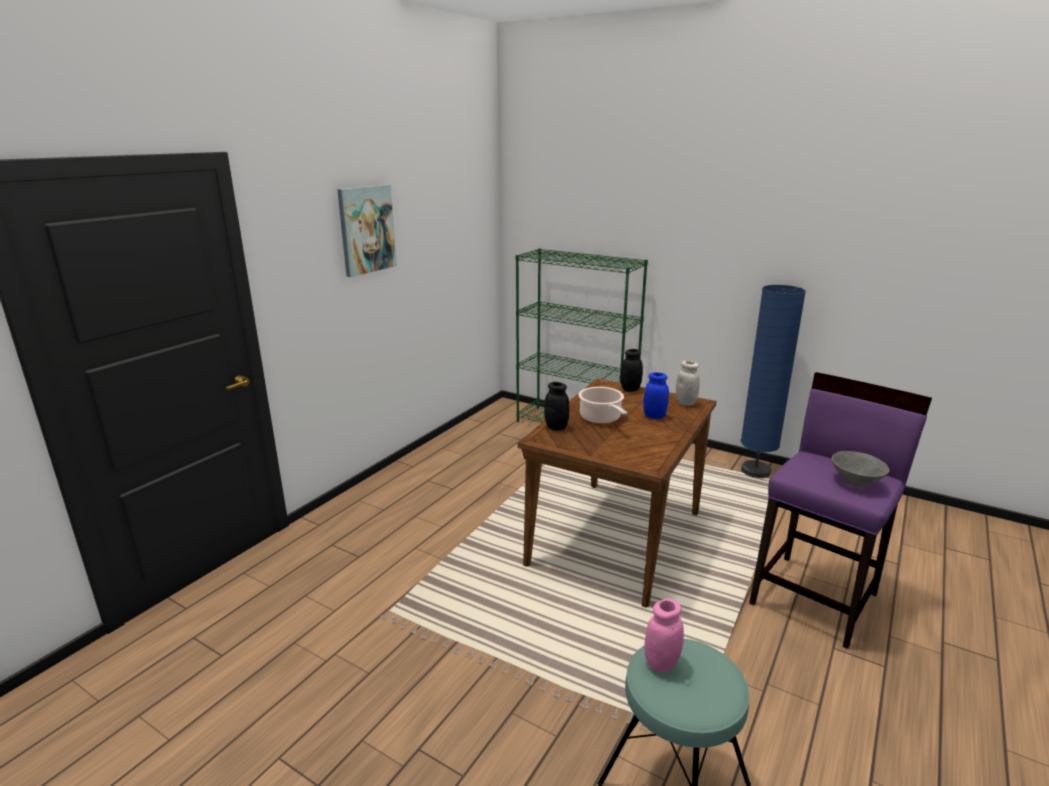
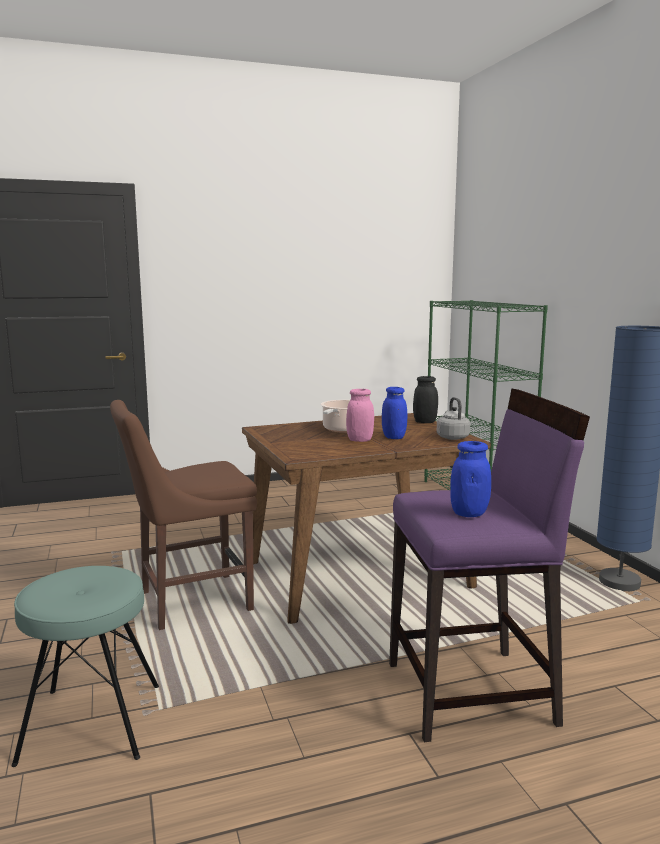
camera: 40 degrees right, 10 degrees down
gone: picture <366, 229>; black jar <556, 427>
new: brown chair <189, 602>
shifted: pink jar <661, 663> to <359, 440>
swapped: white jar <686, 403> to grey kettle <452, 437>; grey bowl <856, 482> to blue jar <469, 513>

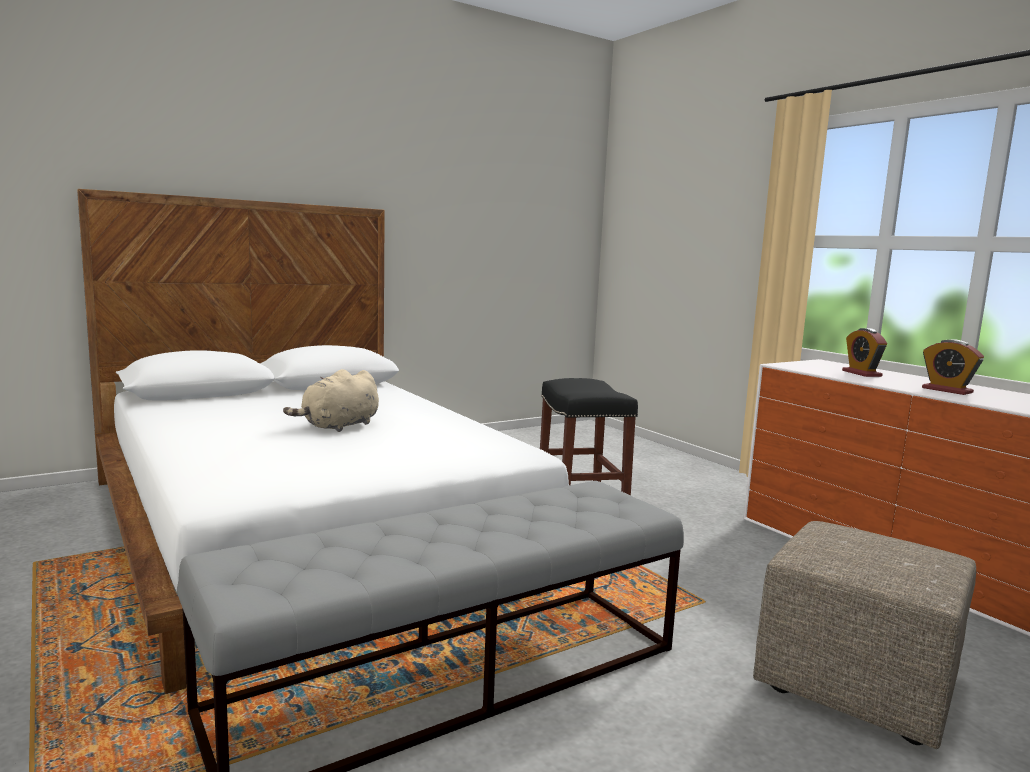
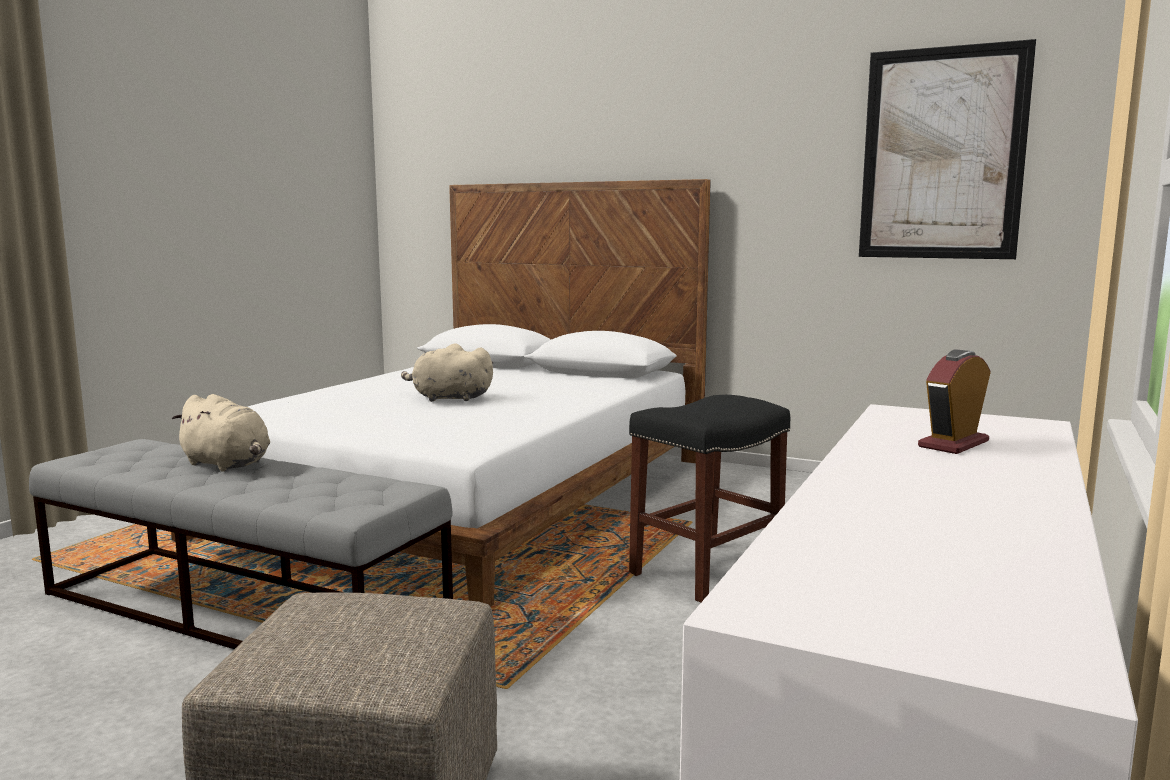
camera: 60 degrees right, 0 degrees up
gone: alarm clock <947, 390>
new: beige plush toy <228, 465>; picture <942, 154>

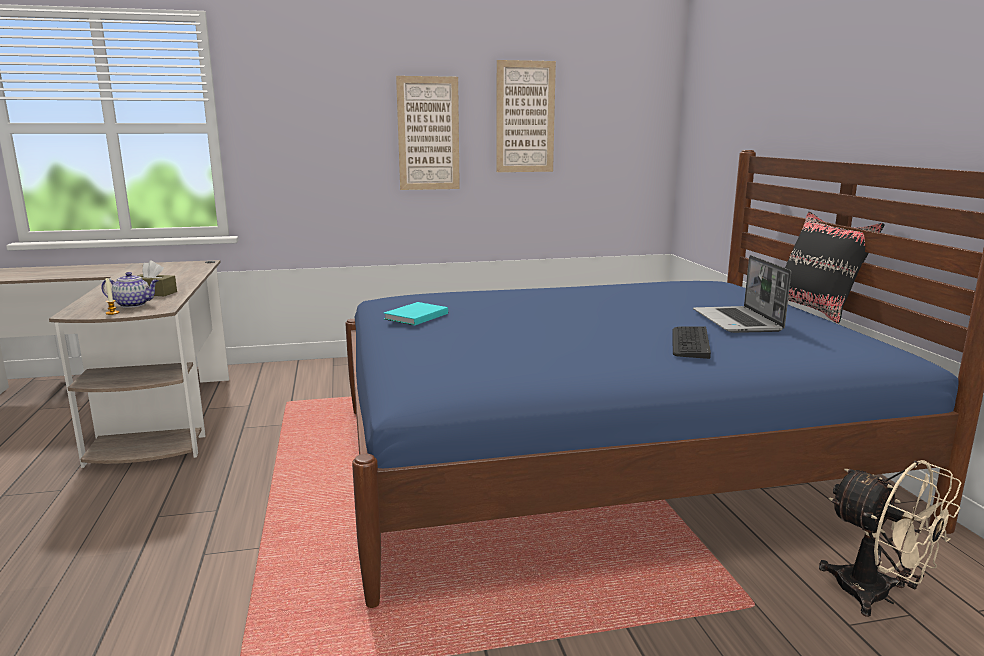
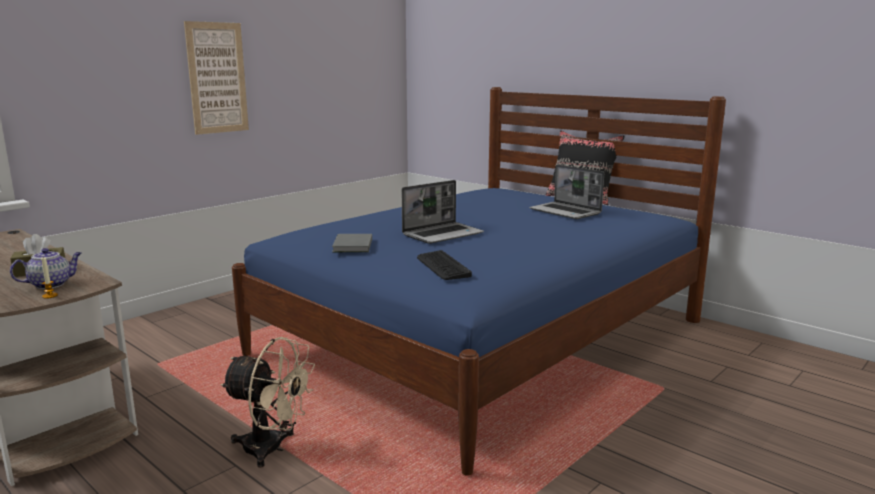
camera: 35 degrees left, 0 degrees up
gone: picture <525, 117>
new: laptop <443, 234>
shifted: keyboard <690, 343> to <442, 266>; beige fan <877, 596> to <272, 449>
repainted: turquoise book <414, 316> to grey book <351, 246>

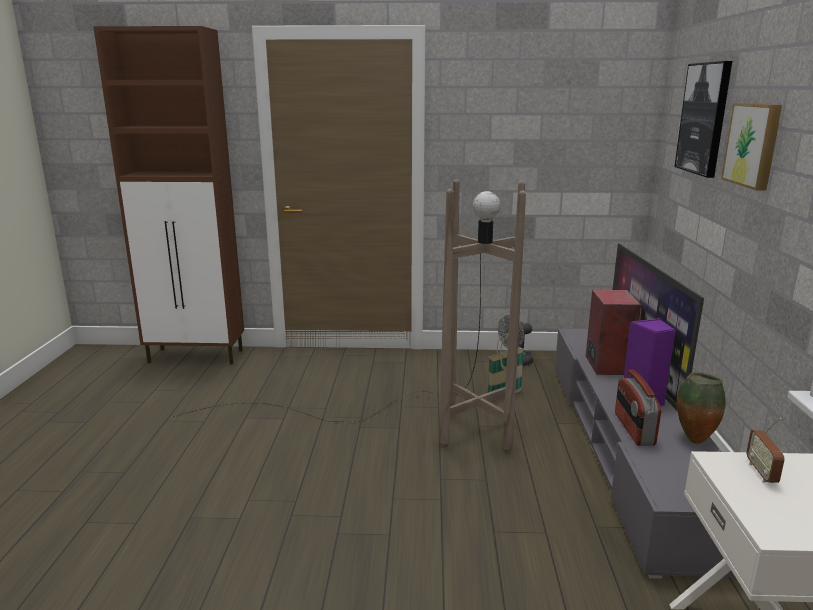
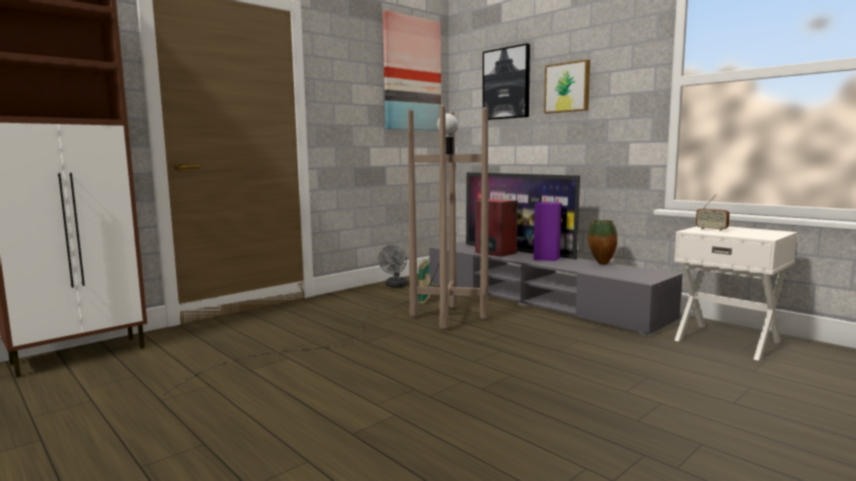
camera: 45 degrees left, 10 degrees down
gone: radio <633, 429>
new: picture <412, 74>

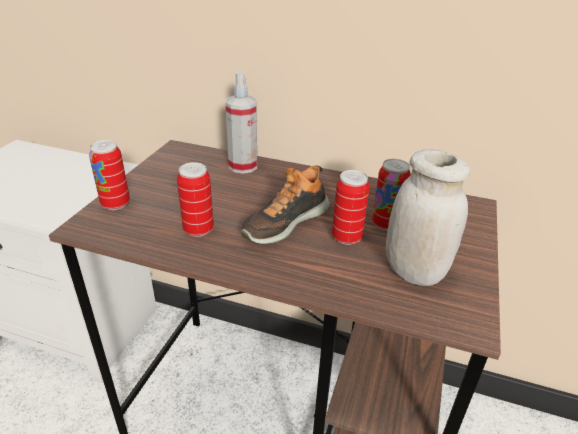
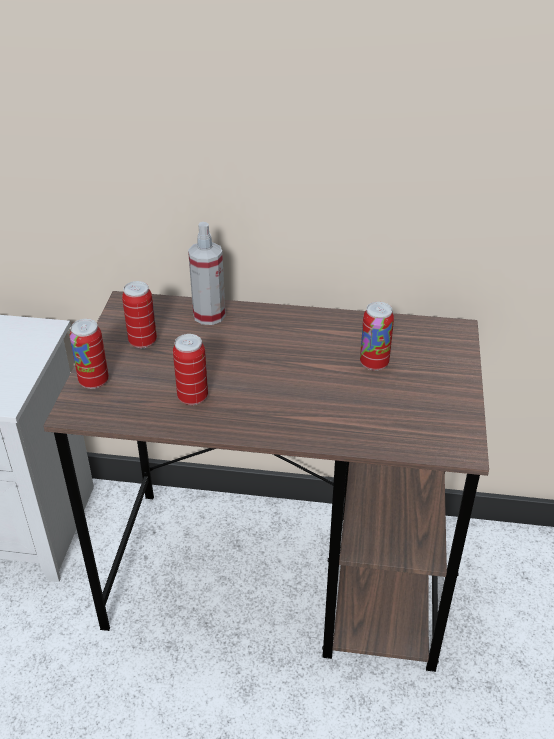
camera: 10 degrees left, 5 degrees up
gone: shoe <285, 222>; white jar <414, 271>
shifted: can <346, 237> to <143, 341>

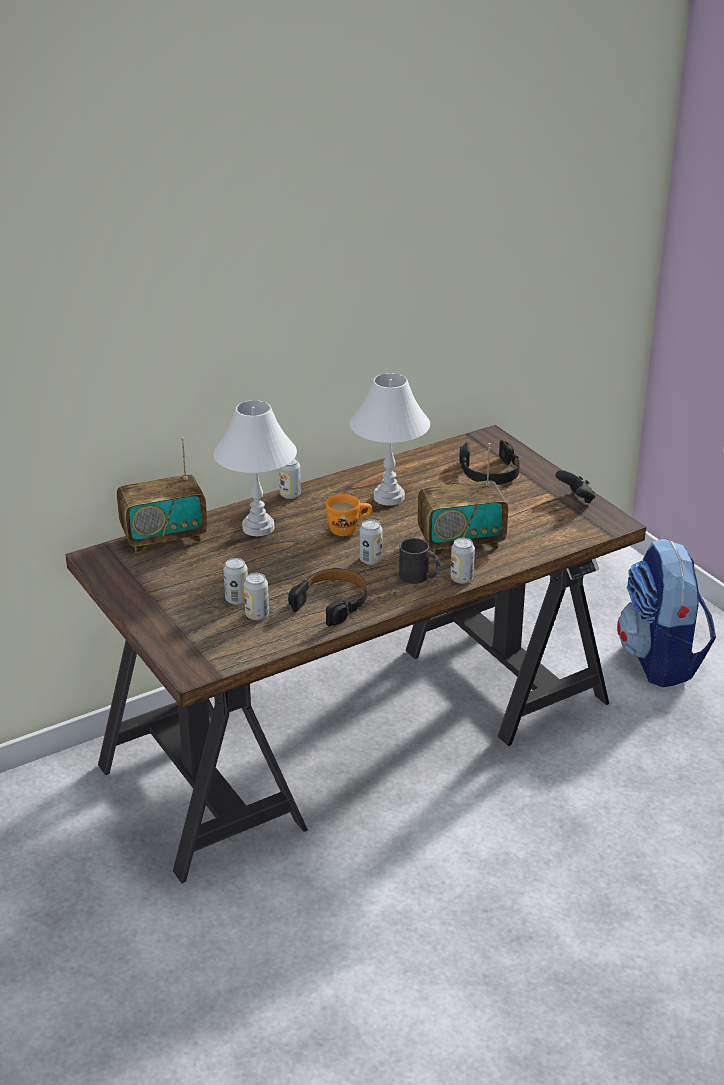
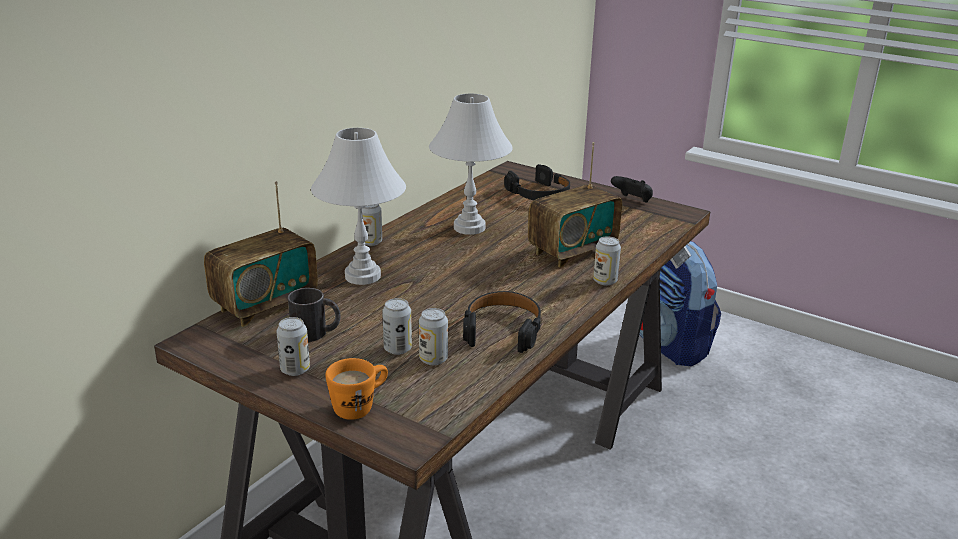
camera: 25 degrees left, 5 degrees down
shifted: orange mug <349, 529> to <360, 407>; can <370, 560> to <295, 369>; black mug <419, 577> to <316, 332>

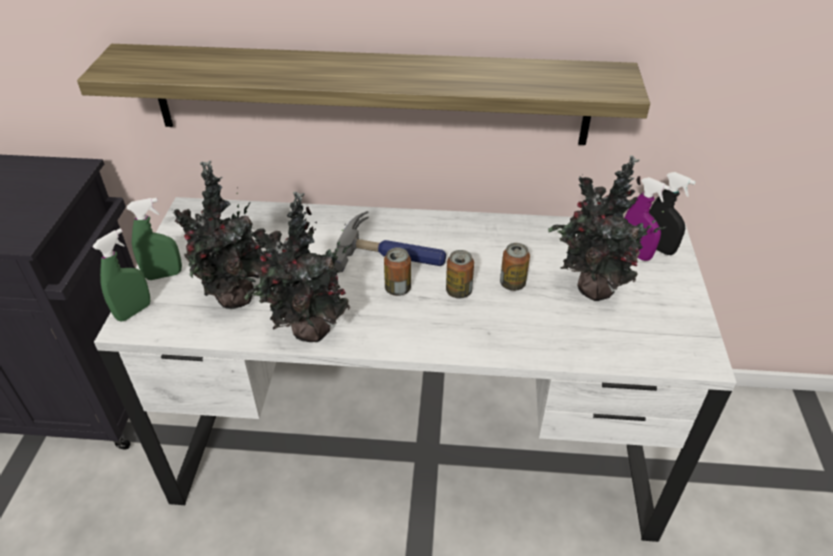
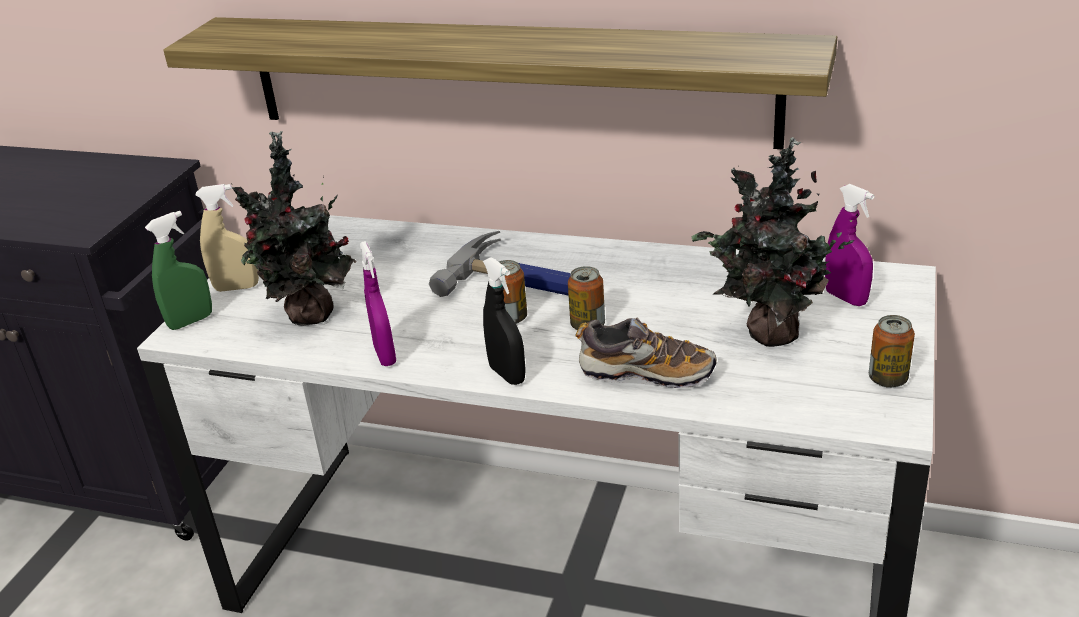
camera: 15 degrees right, 10 degrees down
new: shoe <646, 373>
shifted: can <512, 284> to <888, 379>; black spray bottle <658, 248> to <507, 374>
swapped: potted plant <309, 332> to purple spray bottle <385, 355>
repainted: green spray bottle <164, 275> to beige spray bottle <237, 287>

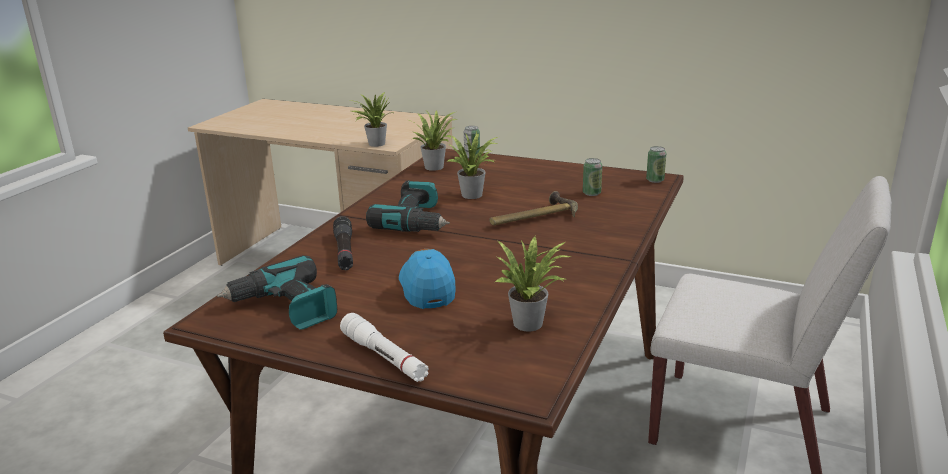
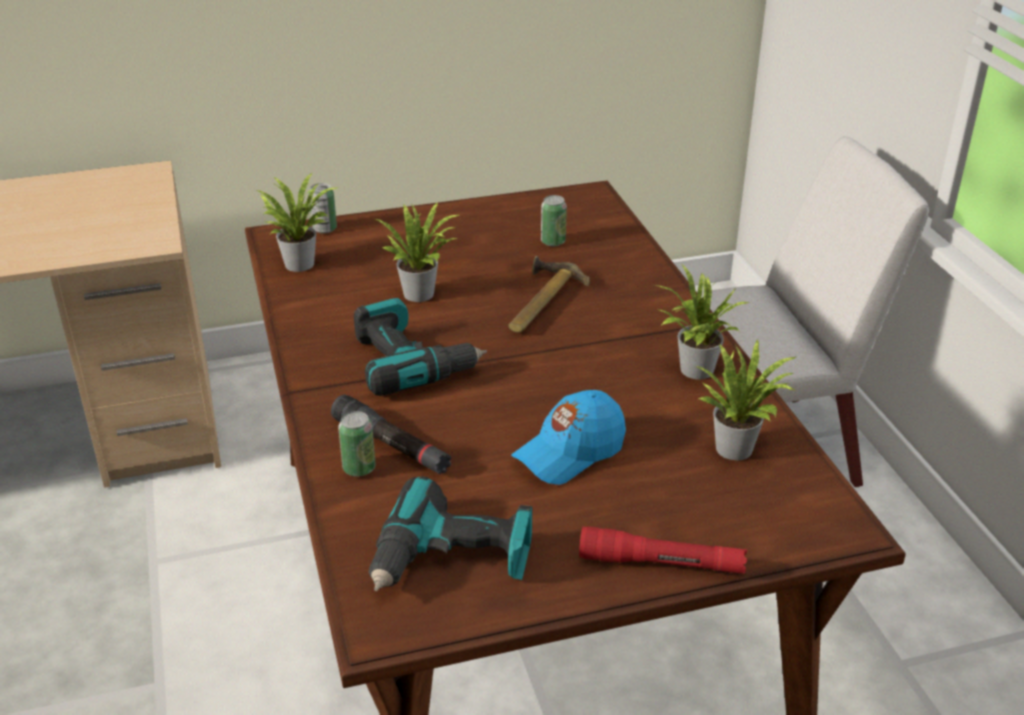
camera: 40 degrees left, 10 degrees up
shifted: potted plant <374, 144> to <693, 371>; can <655, 180> to <359, 468>
repainted: white flashlight <384, 357> to red flashlight <661, 563>
rotated: blue cap <427, 288> = <569, 452> 75 degrees counterclockwise

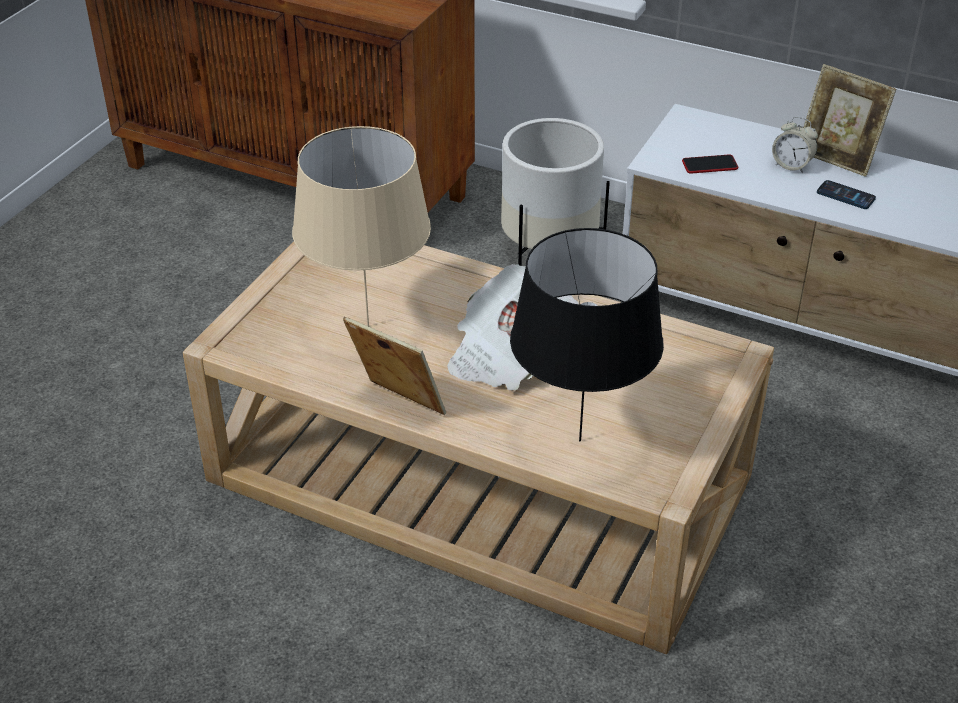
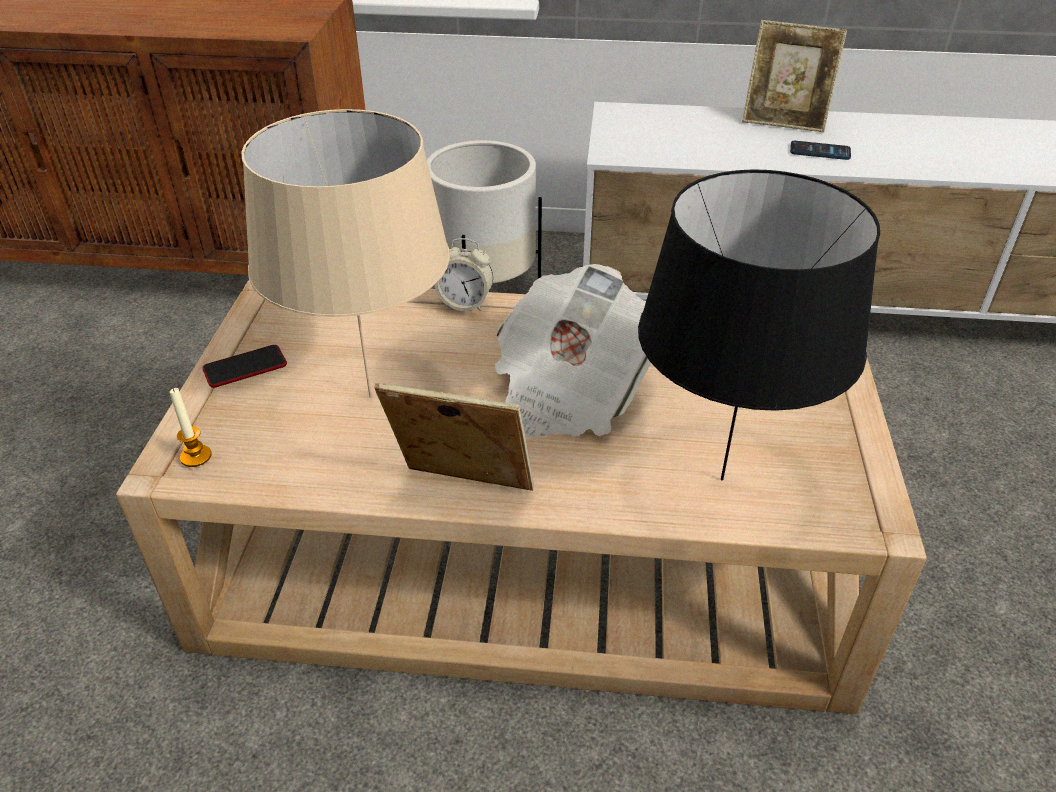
camera: 20 degrees left, 0 degrees up
new: candle <196, 456>
shifted: phone <709, 165> to <245, 367>; alarm clock <791, 166> to <465, 304>

